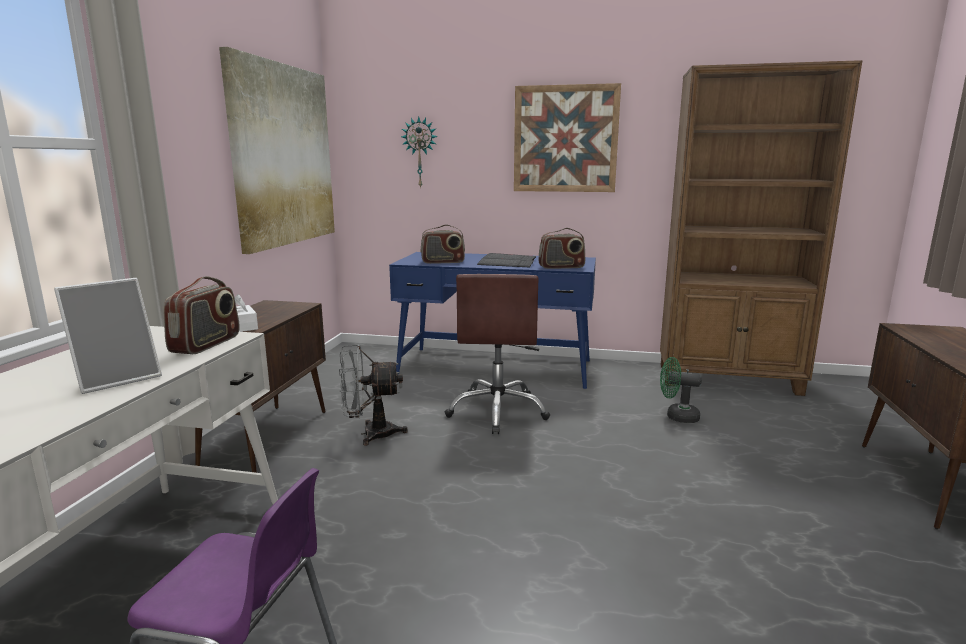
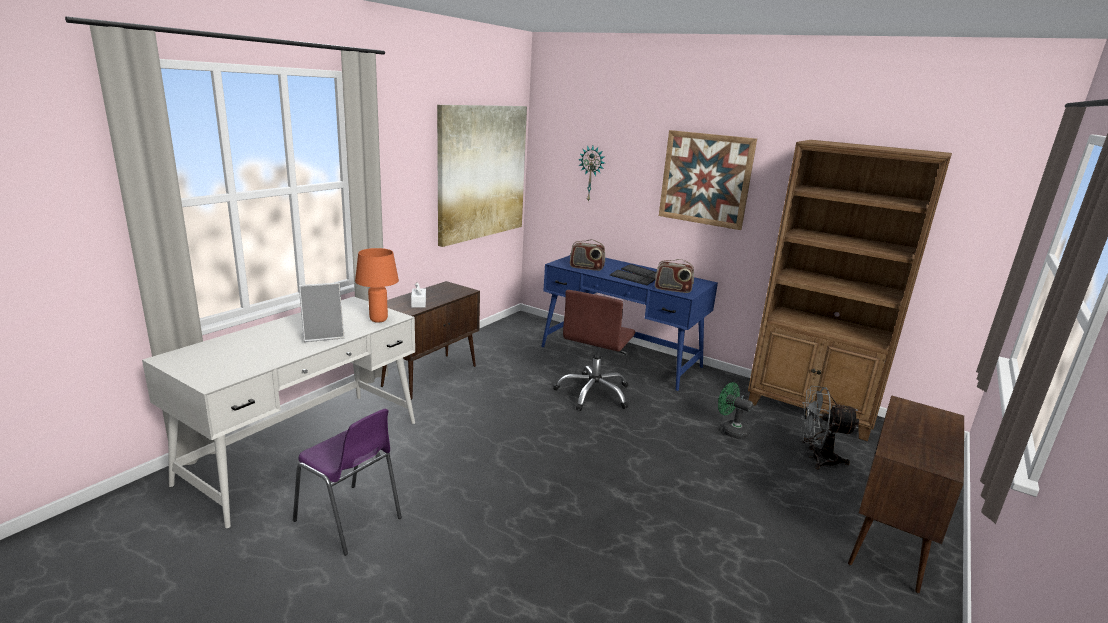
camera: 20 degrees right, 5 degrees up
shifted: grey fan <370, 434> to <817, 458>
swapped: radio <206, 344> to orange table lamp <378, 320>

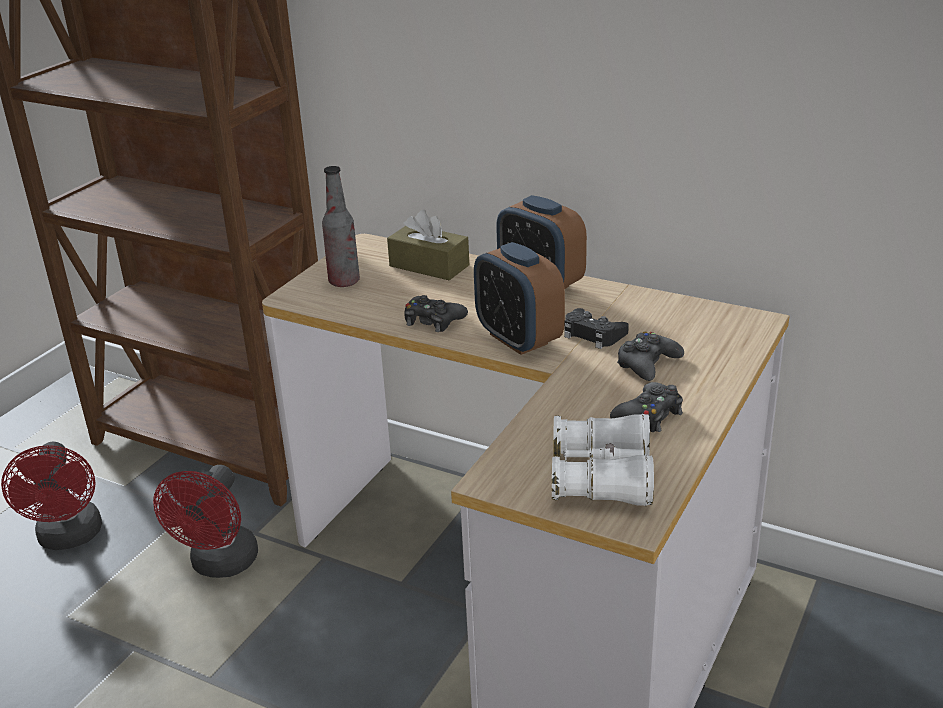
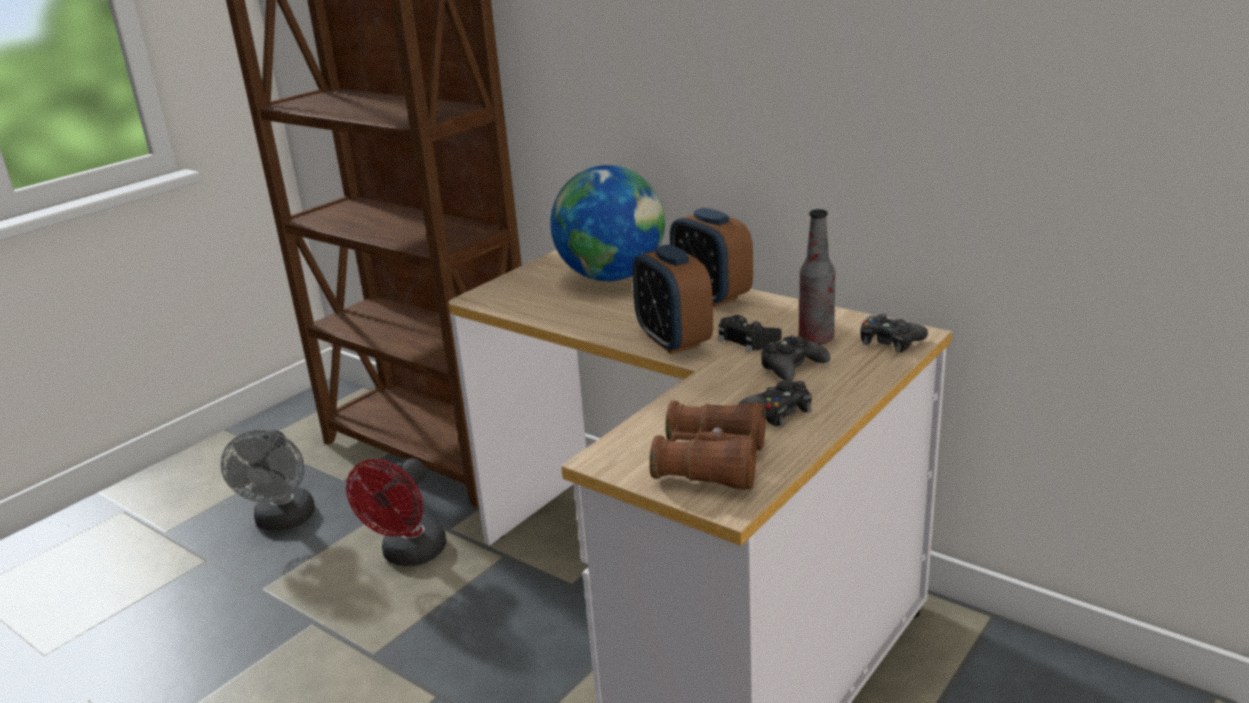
camera: 10 degrees right, 5 degrees down
shifted: bottle <344, 282> to <816, 339>; black game controller <433, 321> to <890, 341>
swapped: brown tissue box <429, 266> to globe <612, 277>
repainted: red fan <70, 538> to grey fan <283, 521>; white binoculars <602, 477> to brown binoculars <711, 463>

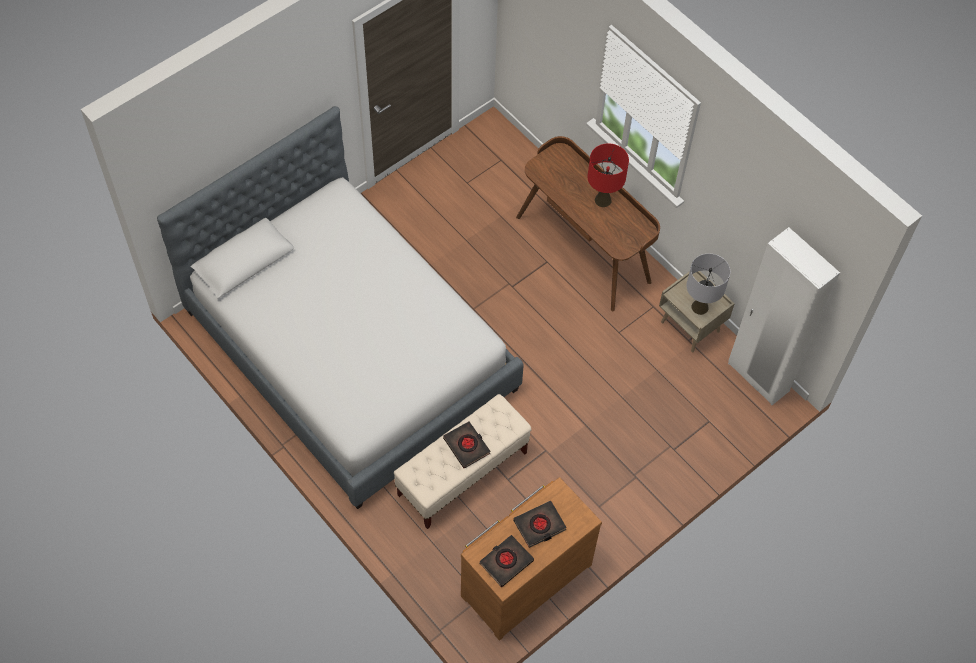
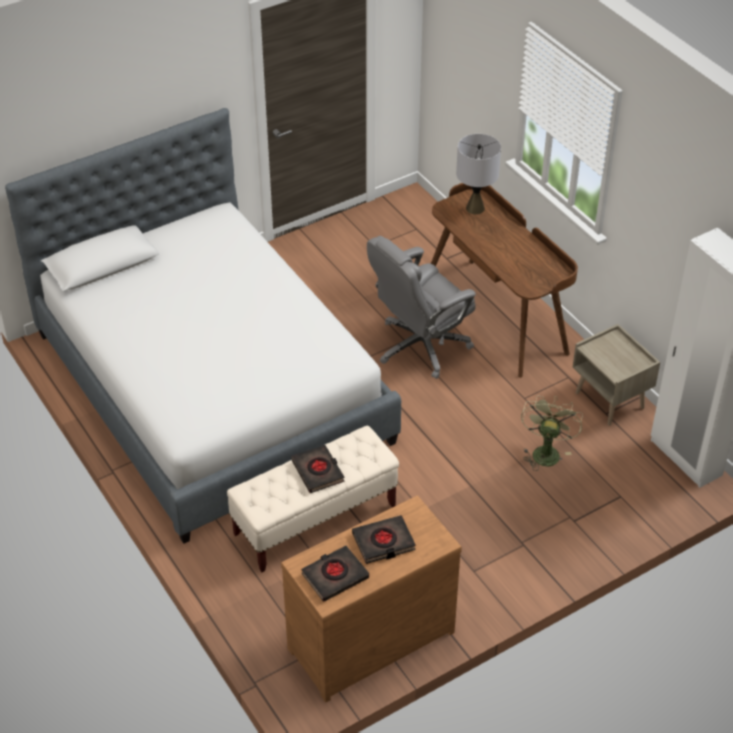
camera: 10 degrees right, 15 degrees down
gone: red table lamp <602, 200>
new: grey office chair <420, 346>; green fan <545, 451>
shifted: grey table lamp <700, 307> to <475, 208>

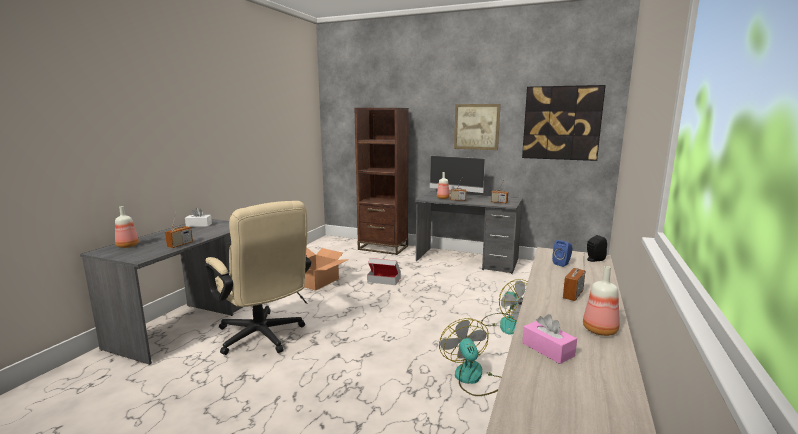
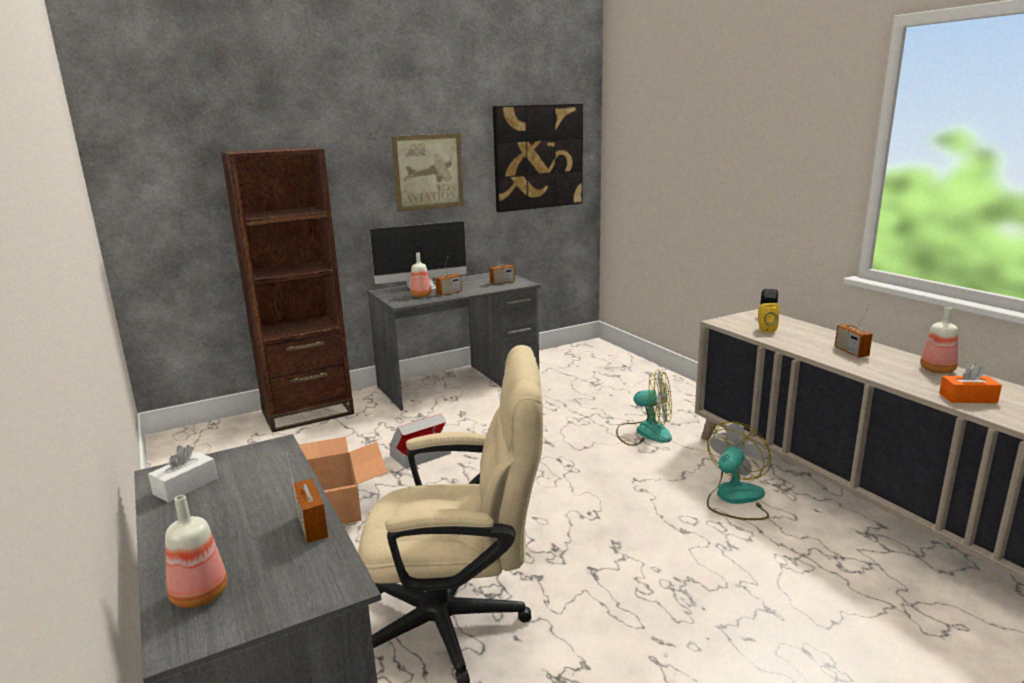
camera: 50 degrees left, 5 degrees up
repainted: pink tissue box <548, 349> to orange tissue box <967, 398>; blue speaker <562, 264> to yellow speaker <765, 329>
rotated: fan <472, 378> = <734, 499> 105 degrees clockwise

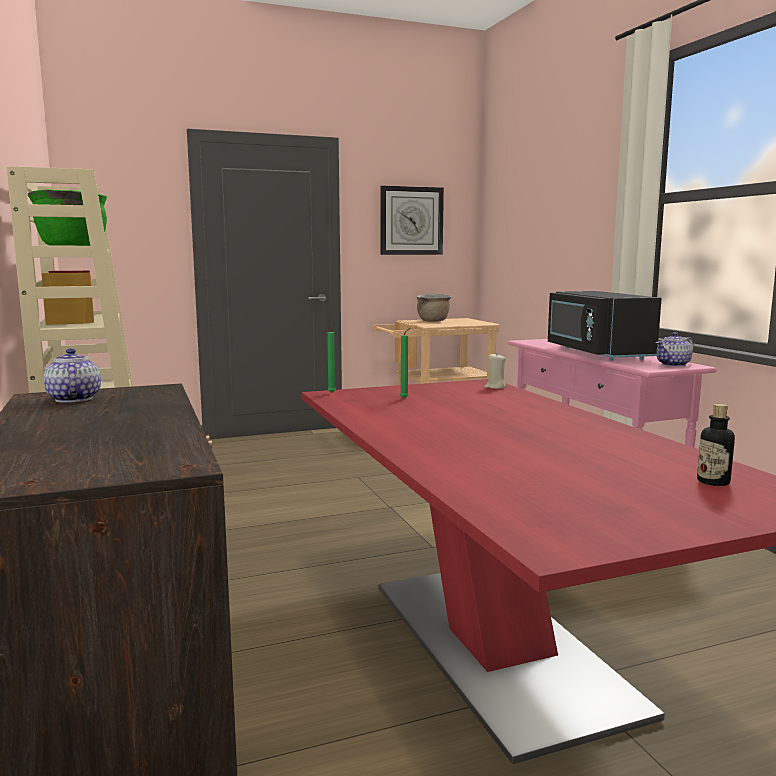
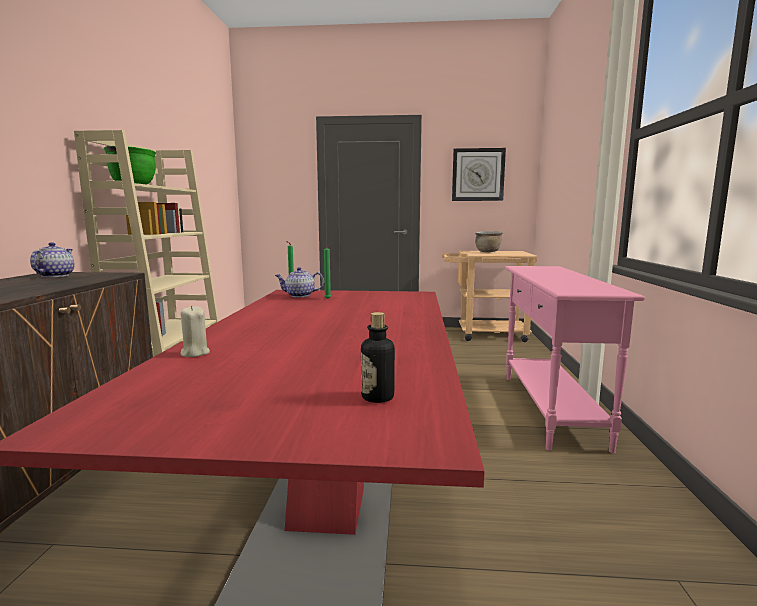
camera: 25 degrees right, 0 degrees up
gone: black microwave <595, 353>
shifted: beige candle <495, 387> to <195, 353>; teapot <673, 364> to <299, 295>

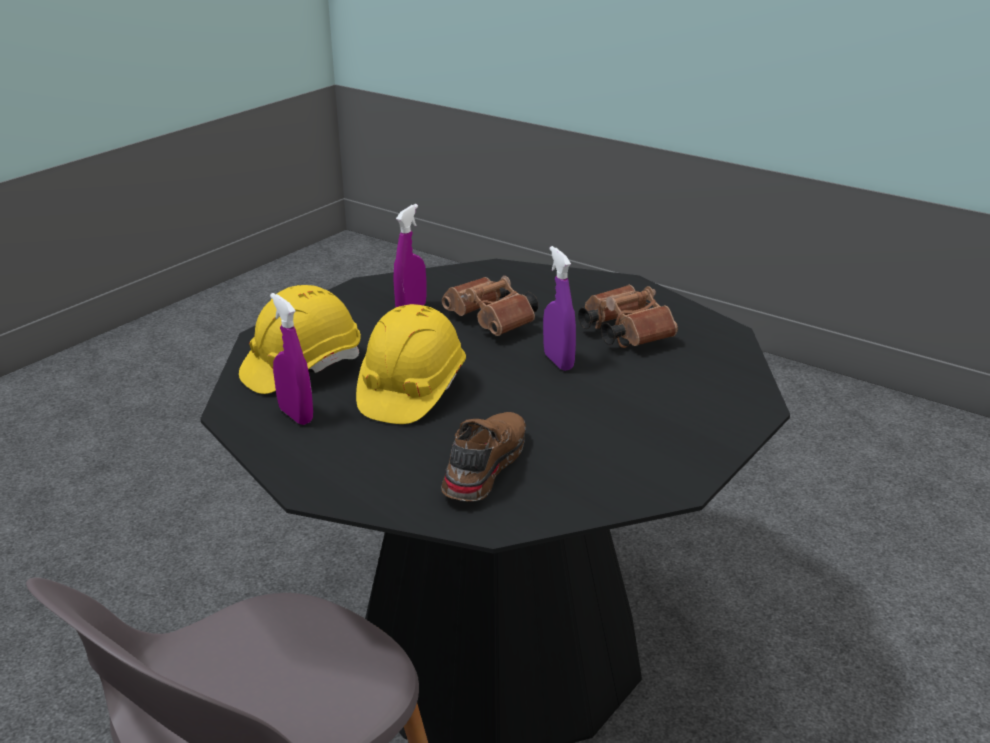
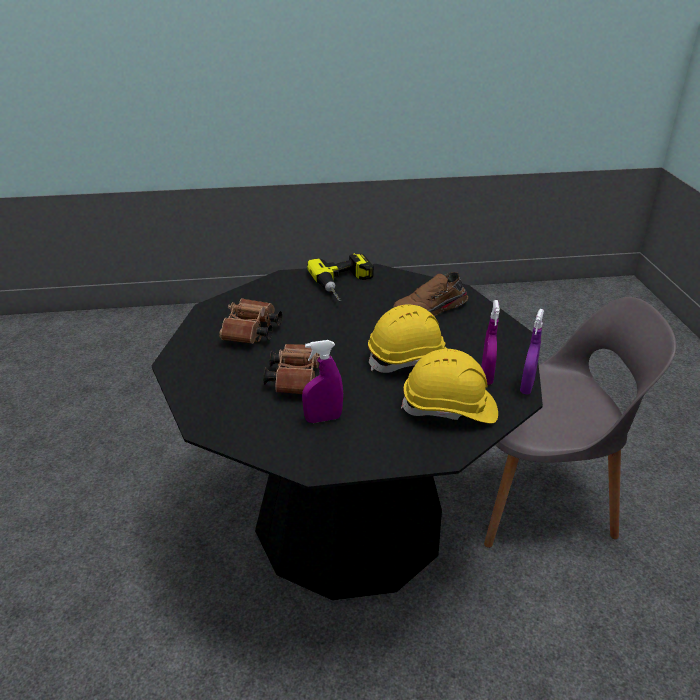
camera: 135 degrees left, 5 degrees up
new: power drill <346, 285>
shifted: purple spray bottle <558, 362> to <527, 386>

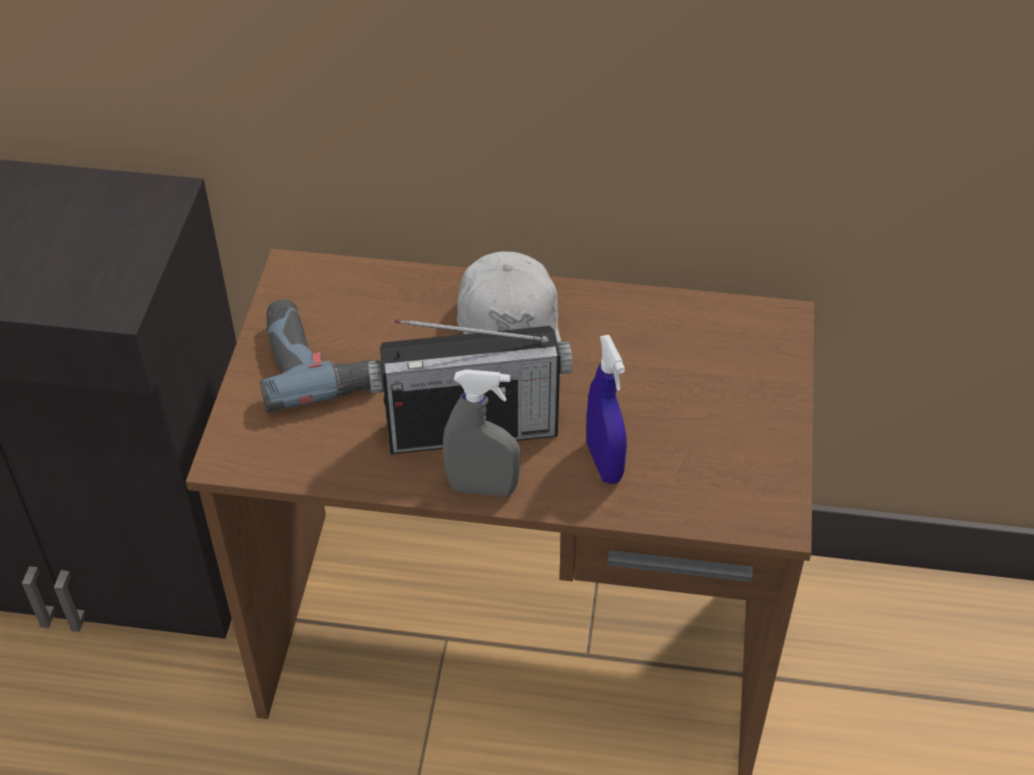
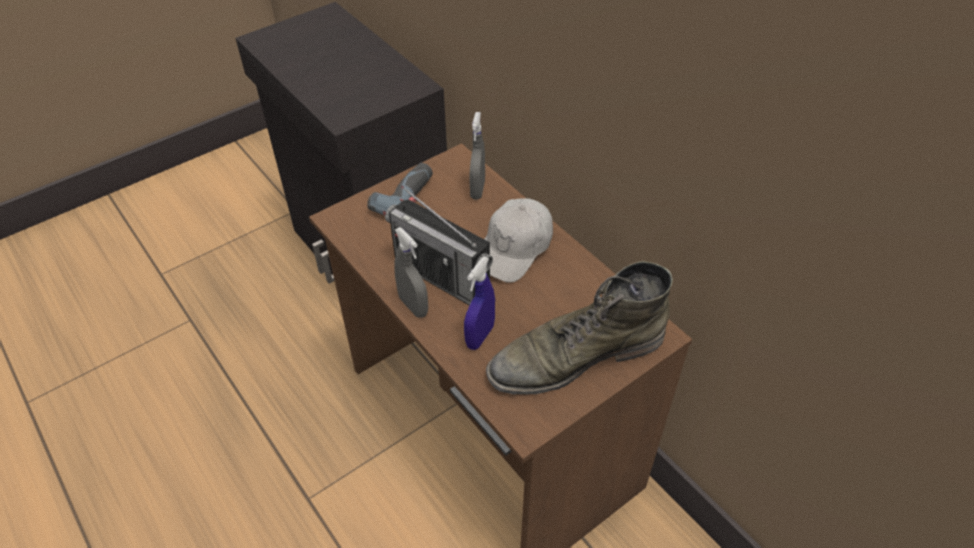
camera: 45 degrees right, 0 degrees up
new: grey spray bottle <477, 190>; green boot <575, 356>

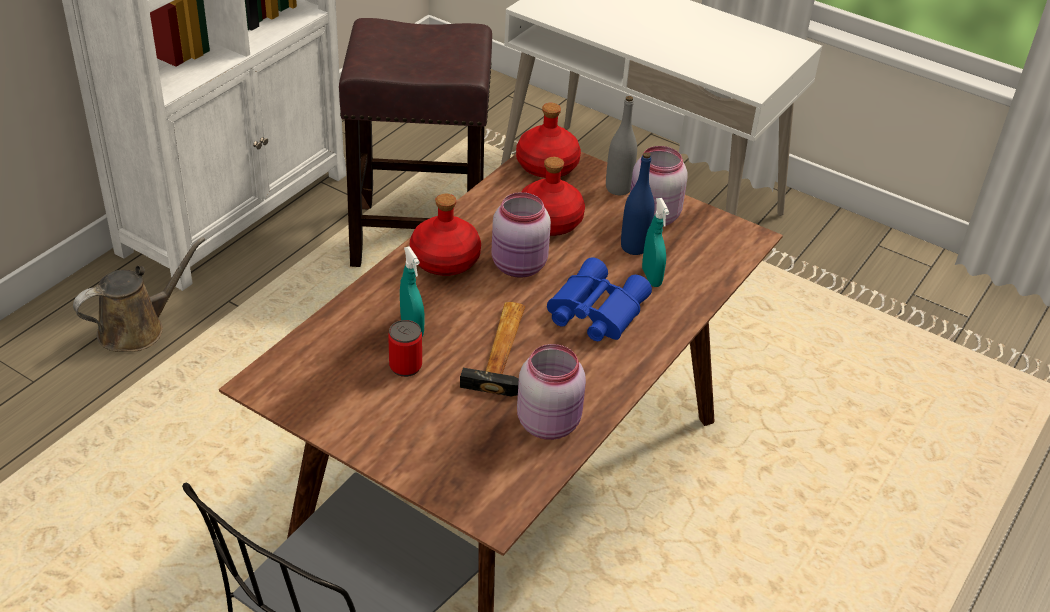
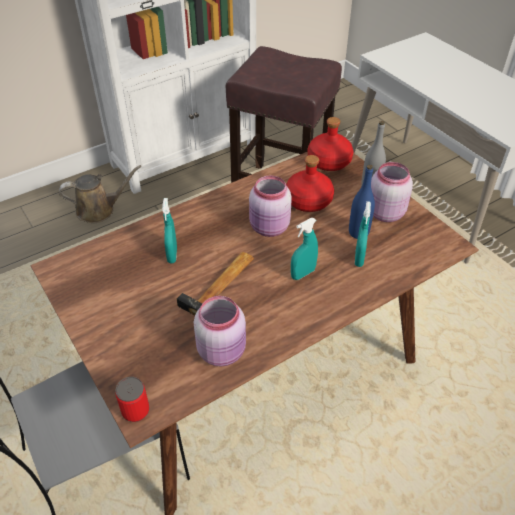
camera: 25 degrees right, 5 degrees up
gone: red bottle <444, 260>
shifted: can <405, 366> to <135, 410>
swapped: blue binoculars <594, 311> to turquoise spray bottle <303, 273>

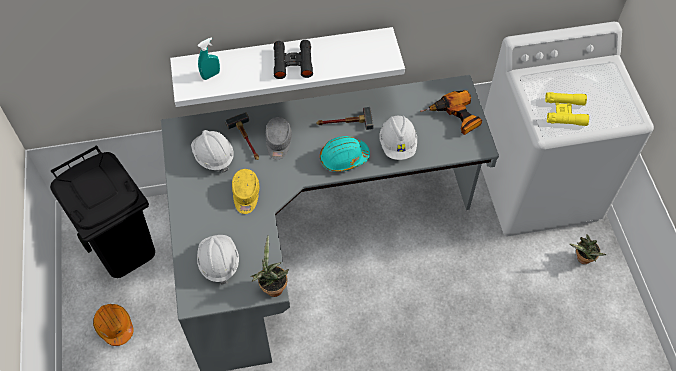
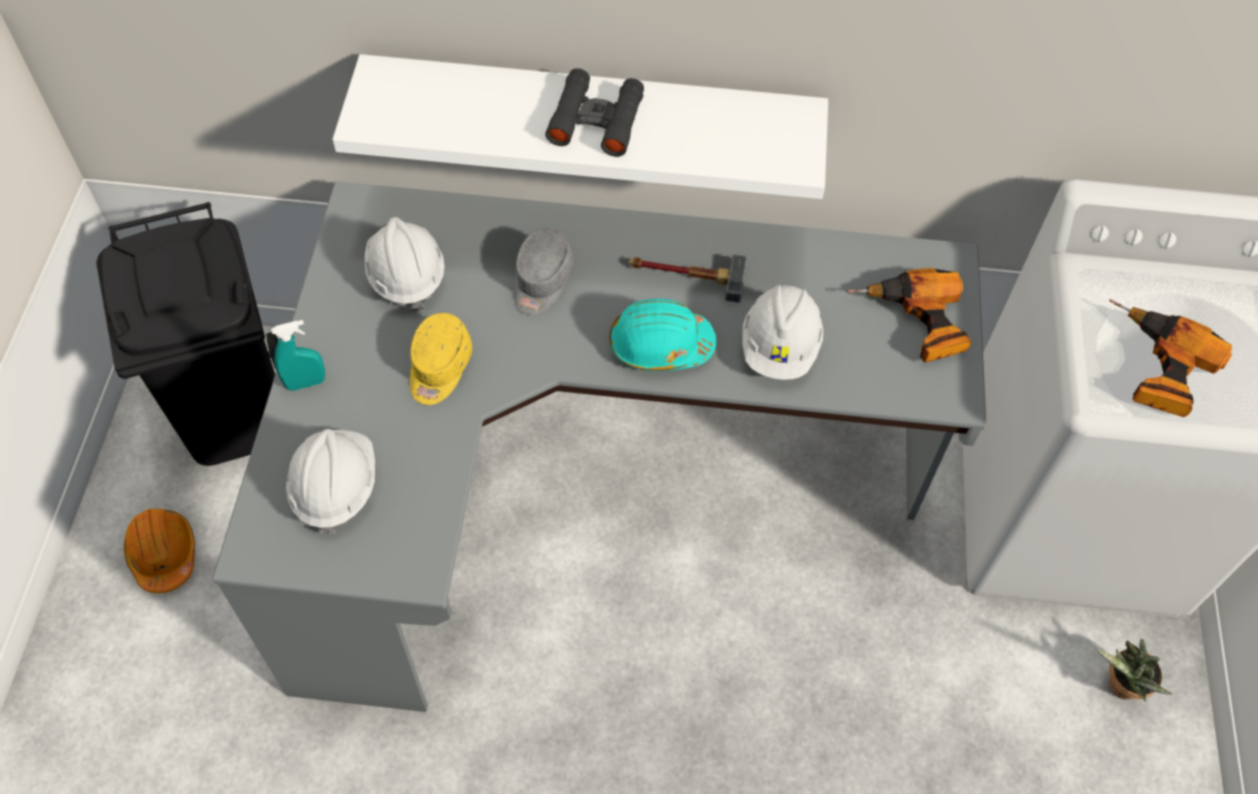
camera: 15 degrees right, 0 degrees up
gone: hammer <247, 140>; potted plant <272, 286>
shifted: turquoise spray bottle <211, 75> to <306, 383>
swapped: yellow binoculars <565, 112> to power drill <1156, 368>

